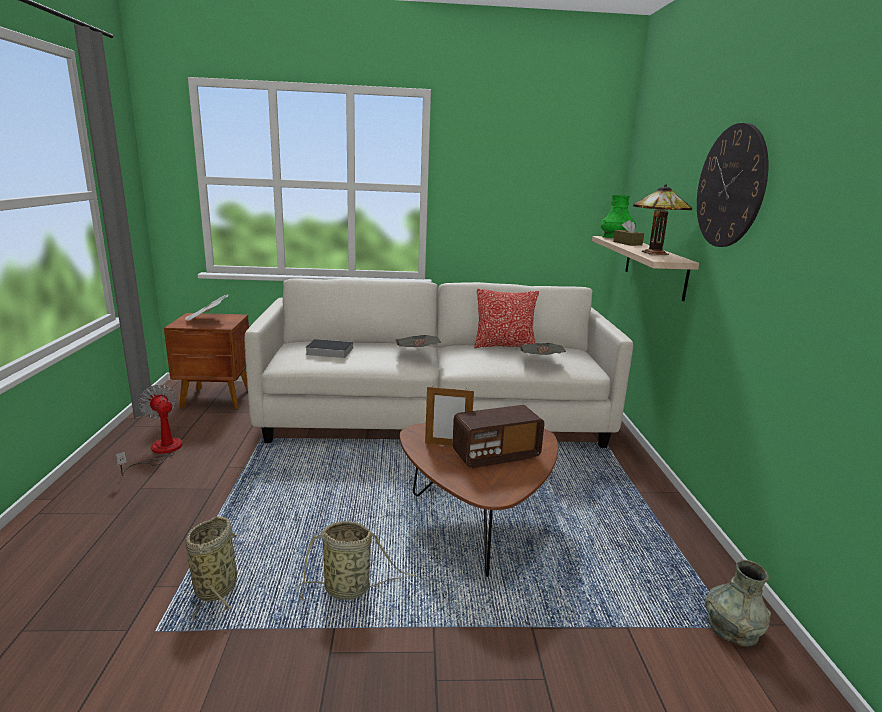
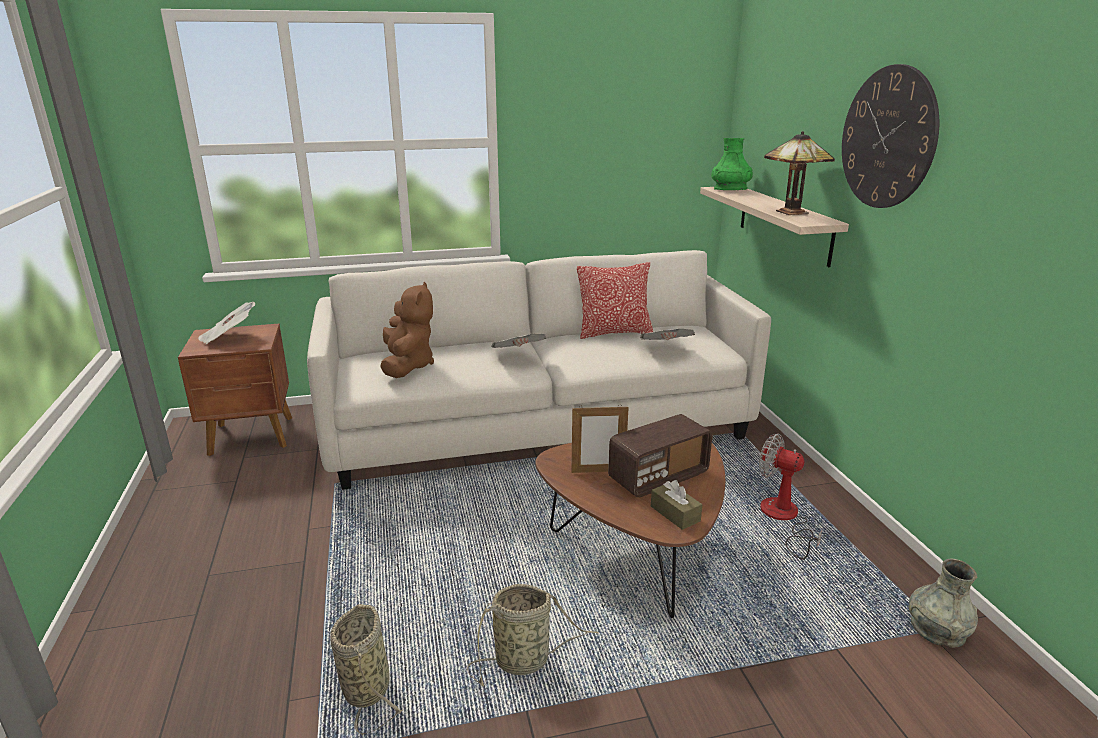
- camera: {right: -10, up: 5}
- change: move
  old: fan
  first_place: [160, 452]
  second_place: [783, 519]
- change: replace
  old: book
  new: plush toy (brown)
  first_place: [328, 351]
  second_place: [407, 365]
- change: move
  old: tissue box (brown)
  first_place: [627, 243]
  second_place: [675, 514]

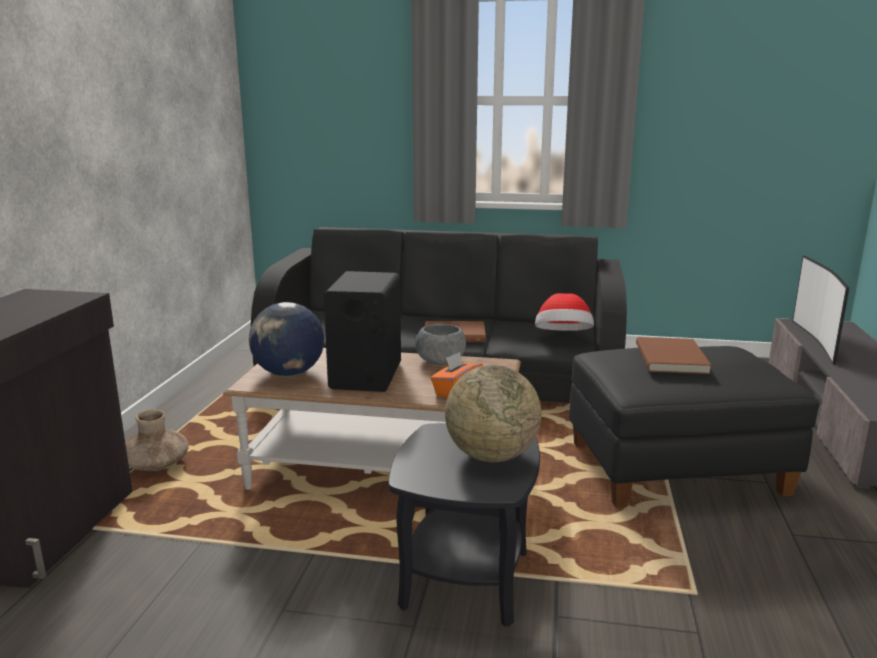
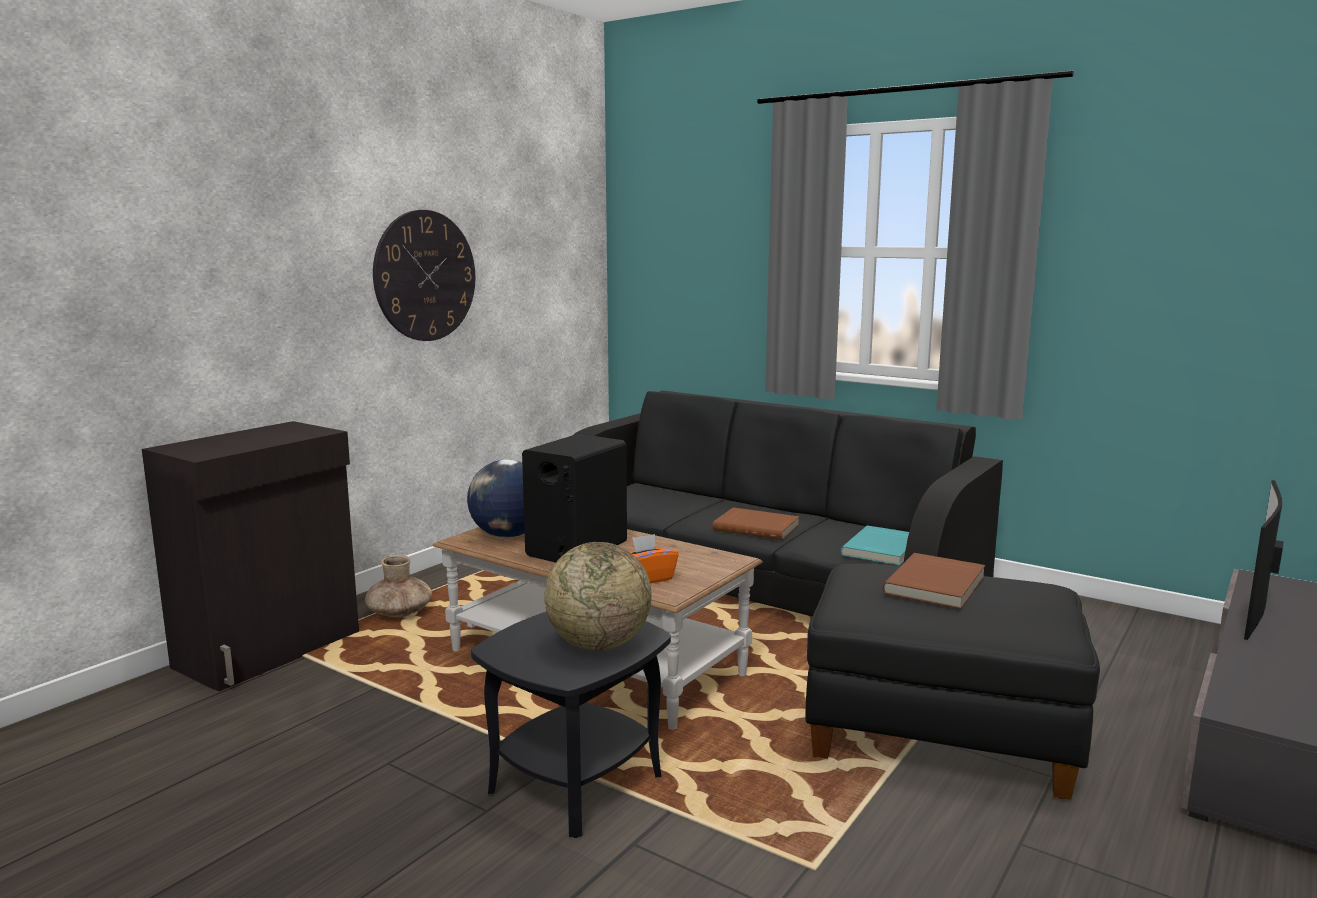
- camera: {right: 25, up: -5}
- change: delete
  old: bowl (grey)
  first_place: [441, 361]
- change: replace
  old: hat
  new: book (turquoise)
  first_place: [563, 338]
  second_place: [883, 549]
- change: insert
  new: wall clock
  second_place: [425, 276]

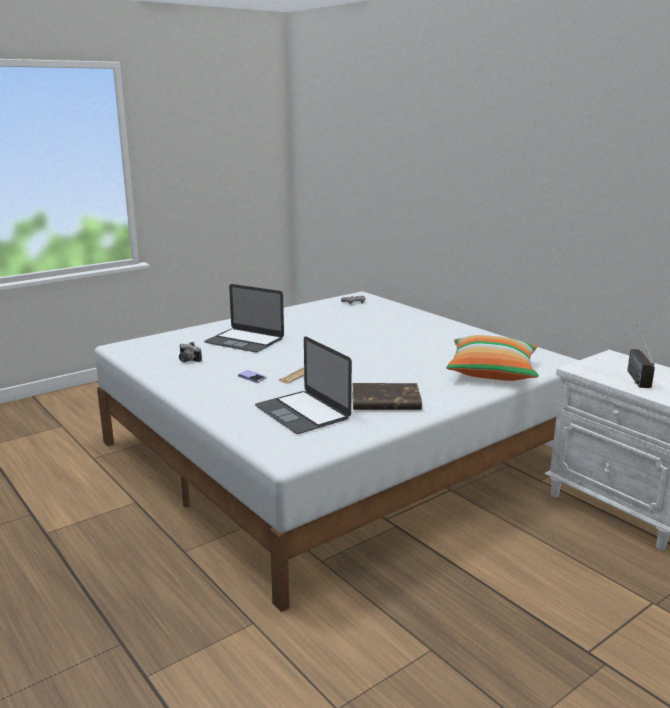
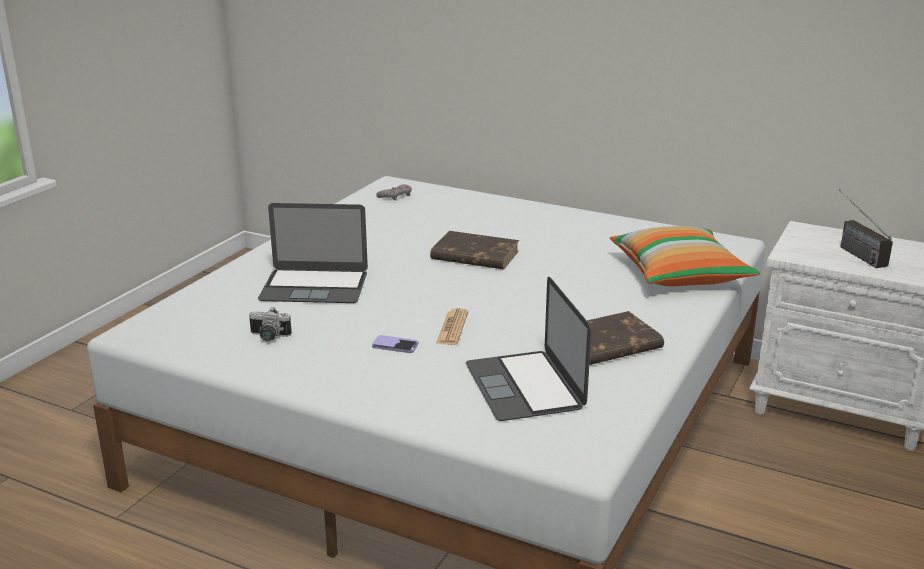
- camera: {right: -25, up: 5}
- change: rotate
  old: laptop
  first_place: [302, 412]
  second_place: [524, 386]
  degrees: 45
- change: insert
  new: book (brown)
  second_place: [474, 255]

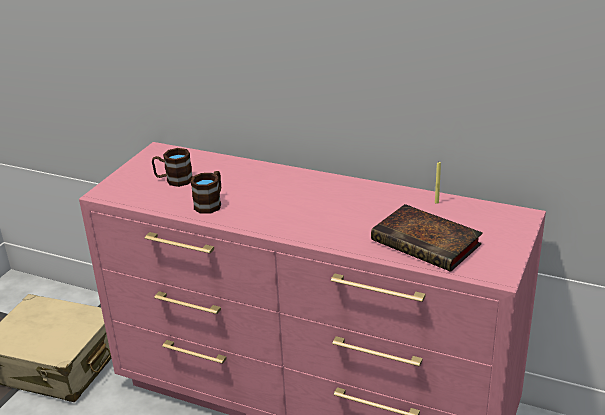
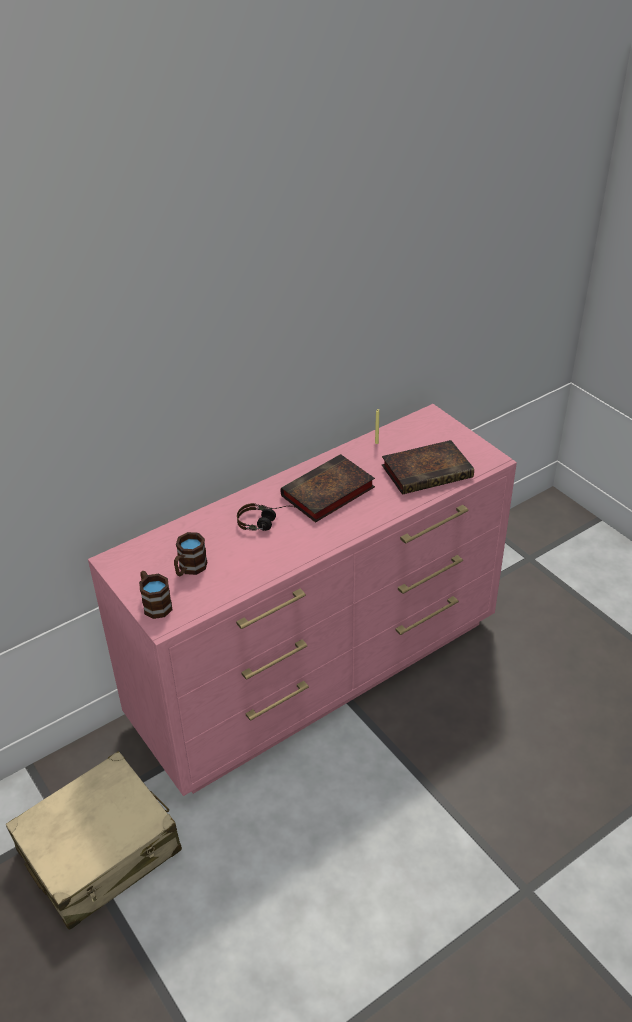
- camera: {right: -60, up: 10}
- change: move
  old: mug (brown)
  first_place: [210, 203]
  second_place: [154, 603]
- change: insert
  new: headphones
  second_place: [266, 523]
- change: insert
  new: book
  second_place: [327, 493]

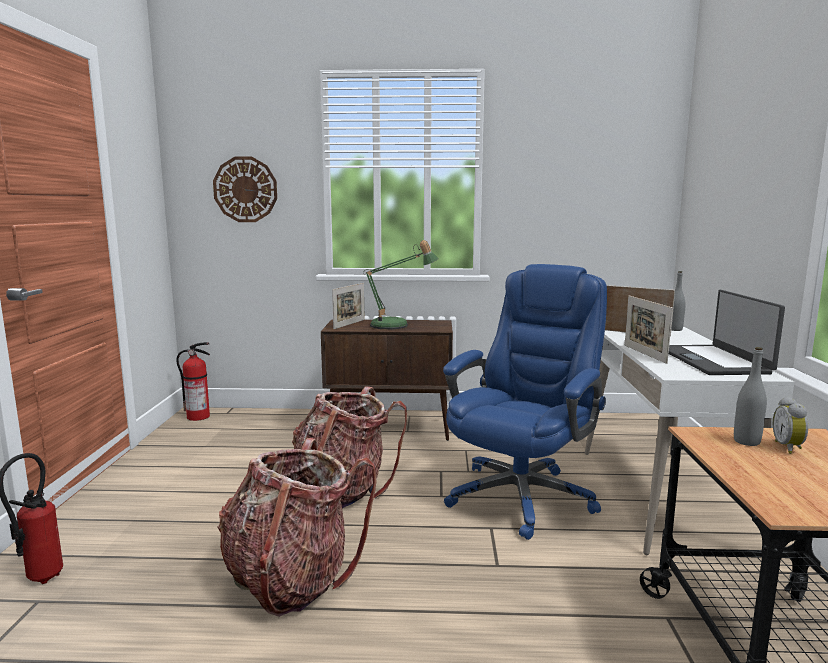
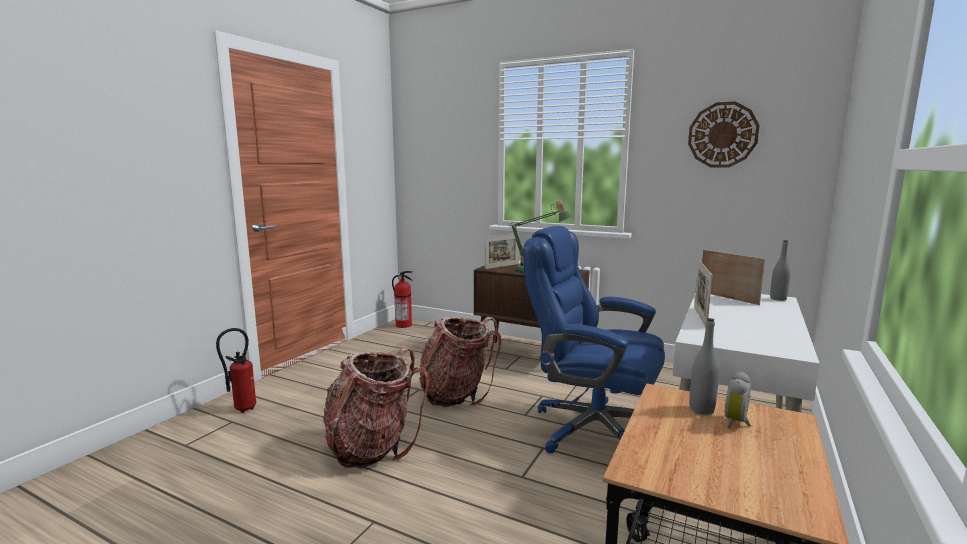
- camera: {right: 25, up: 0}
- change: move
  old: wall clock
  first_place: [245, 189]
  second_place: [722, 135]
- change: rotate
  old: office chair (blue)
  first_place: [522, 496]
  second_place: [592, 429]
  degrees: -120
- change: delete
  old: laptop
  first_place: [714, 360]

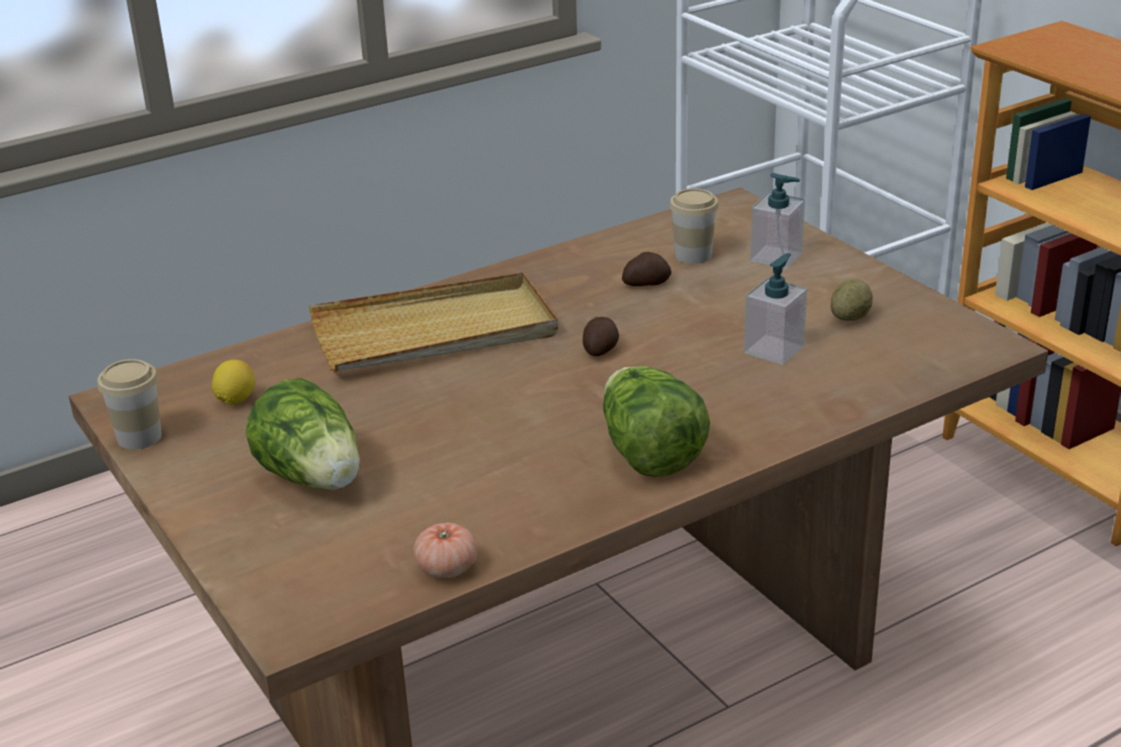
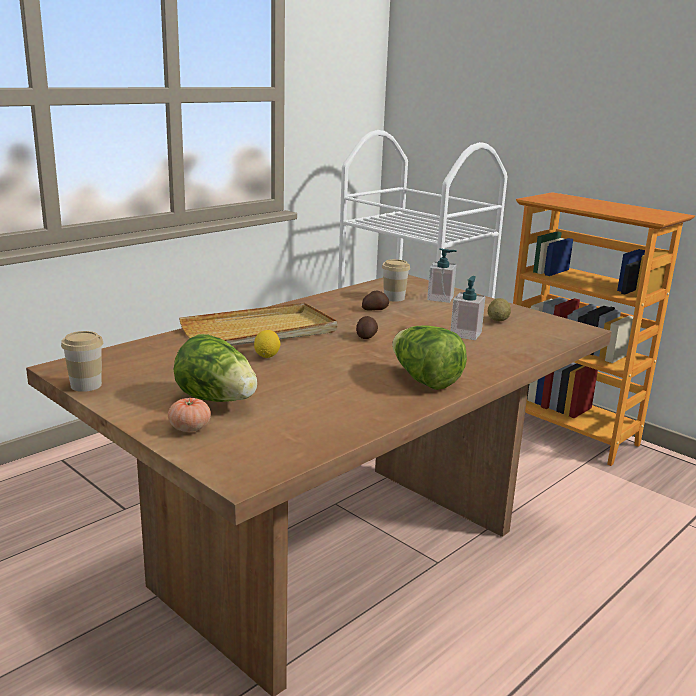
- camera: {right: -15, up: -10}
- change: move
  old: lemon
  first_place: [236, 400]
  second_place: [267, 356]
- change: move
  old: tomato
  first_place: [447, 568]
  second_place: [190, 428]

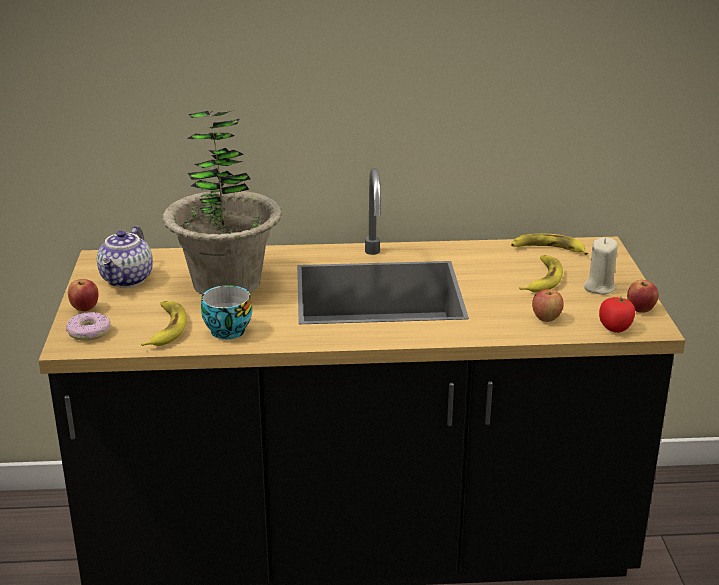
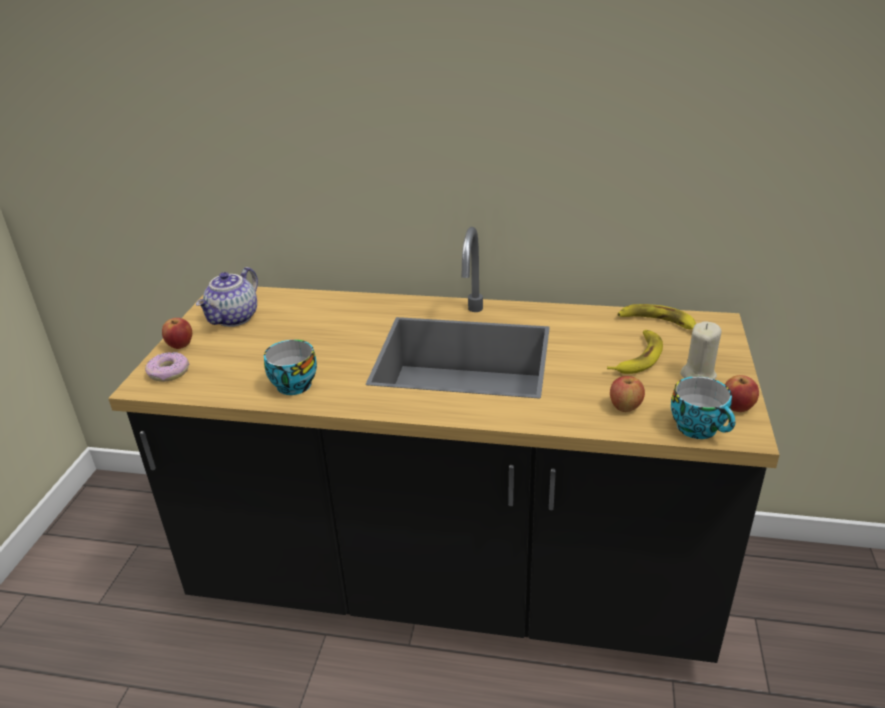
- camera: {right: 15, up: 5}
- change: delete
  old: banana
  first_place: [165, 328]
- change: delete
  old: potted plant
  first_place: [227, 283]
- change: replace
  old: tomato
  new: cup
  first_place: [615, 327]
  second_place: [700, 428]

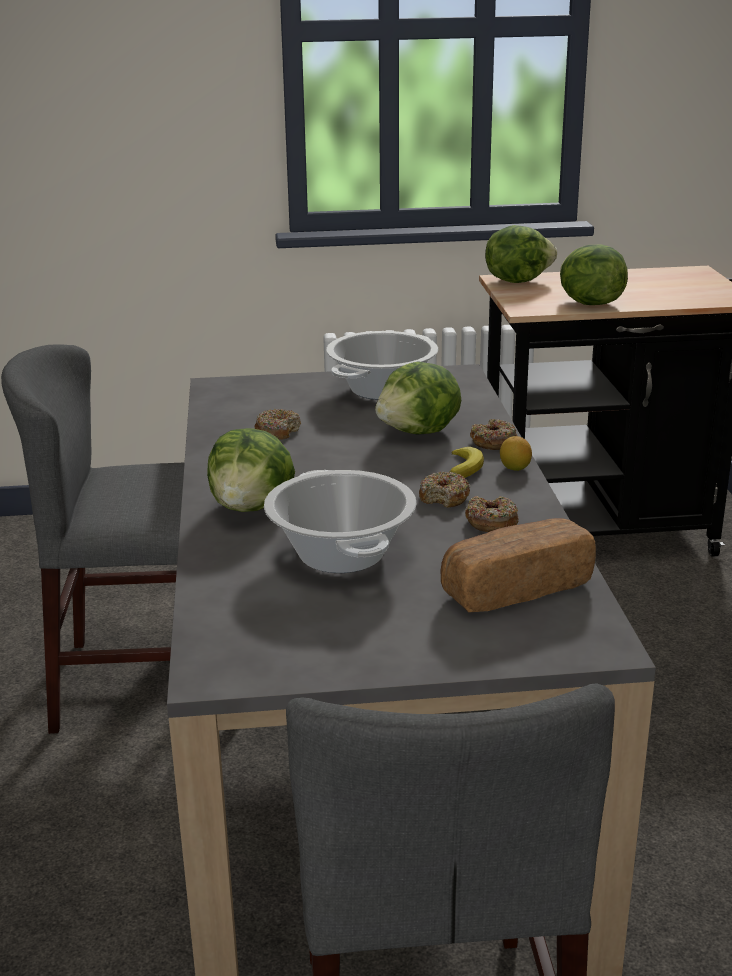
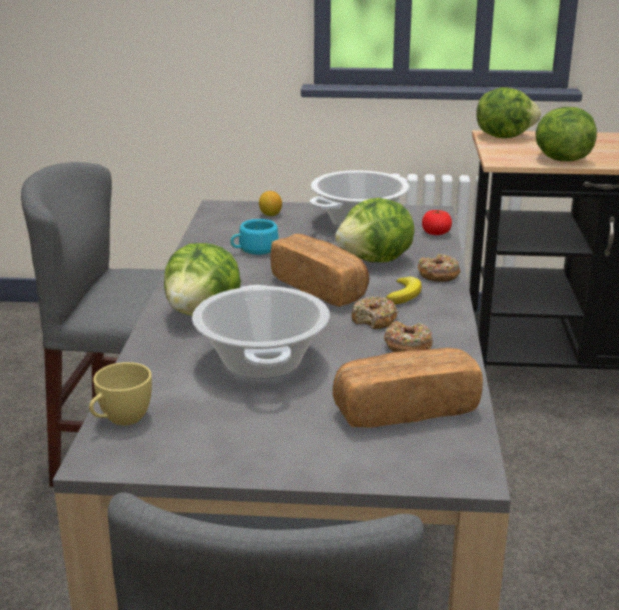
- camera: {right: 10, up: 0}
- change: replace
  old: donut
  new: cup (turquoise)
  first_place: [277, 431]
  second_place: [254, 250]
- change: move
  old: lemon
  first_place: [515, 468]
  second_place: [270, 215]
- change: insert
  new: cup (yellow)
  second_place: [120, 420]
- change: insert
  new: bread
  second_place: [320, 288]
- change: insert
  new: tomato
  second_place: [436, 233]

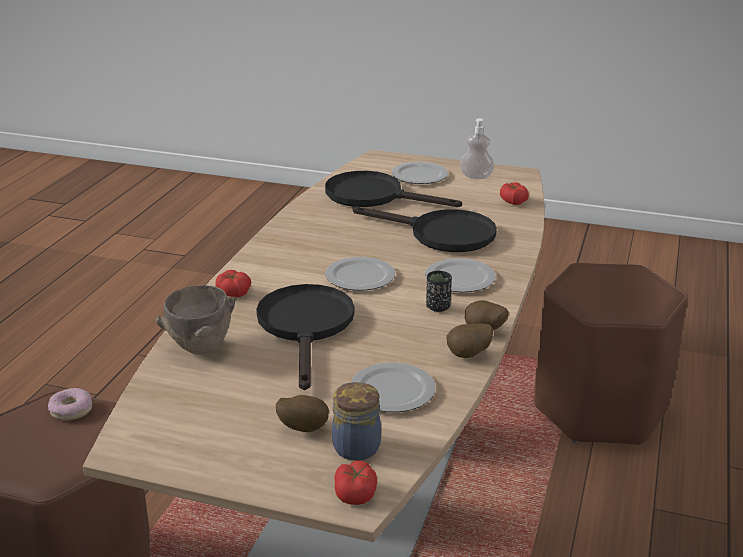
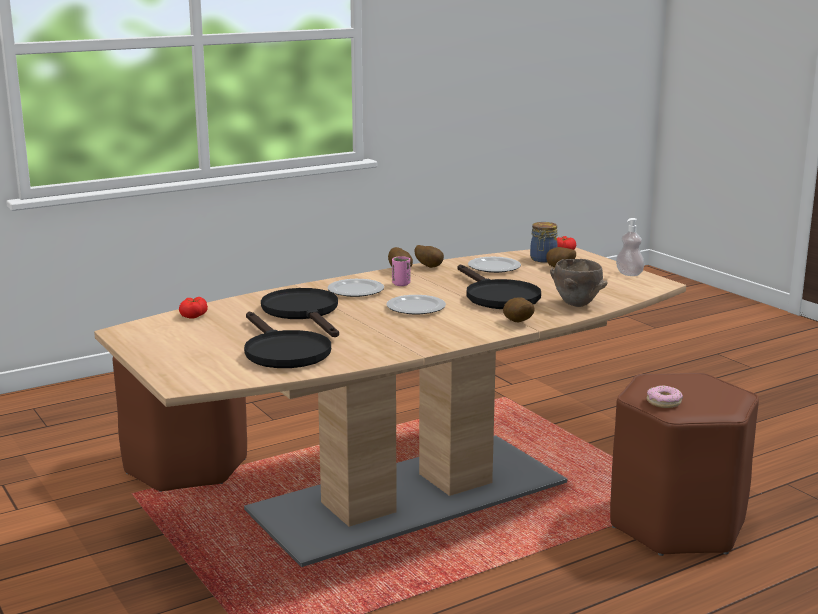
- camera: {right: -140, up: -10}
- change: replace
  old: tomato
  new: potato
  first_place: [233, 292]
  second_place: [517, 322]
- change: rotate
  old: frying pan (black)
  first_place: [306, 327]
  second_place: [497, 296]
  degrees: -60
- change: delete
  old: plate
  first_place: [419, 176]
- change: recolor
  old: cup (black)
  new: cup (pink)
  first_place: [438, 307]
  second_place: [401, 284]
- change: move
  old: soap dispenser
  first_place: [476, 176]
  second_place: [629, 274]

